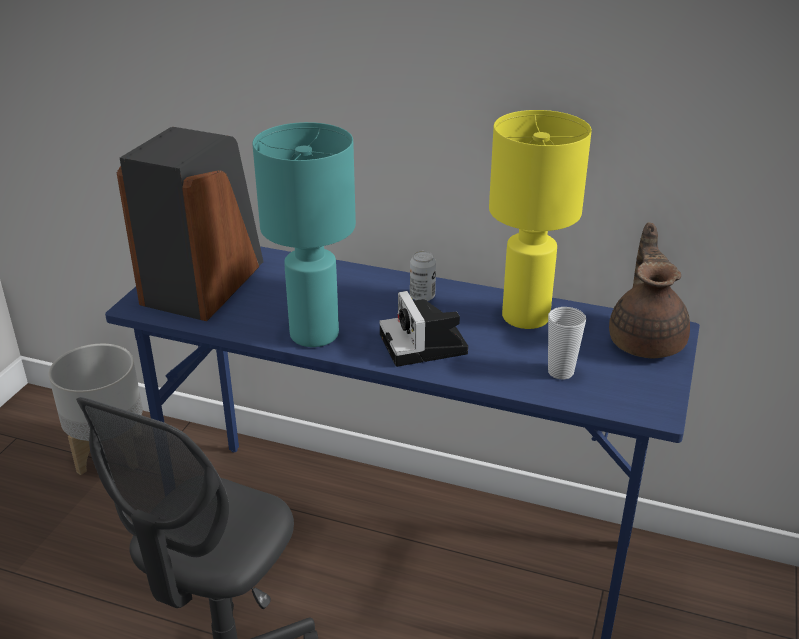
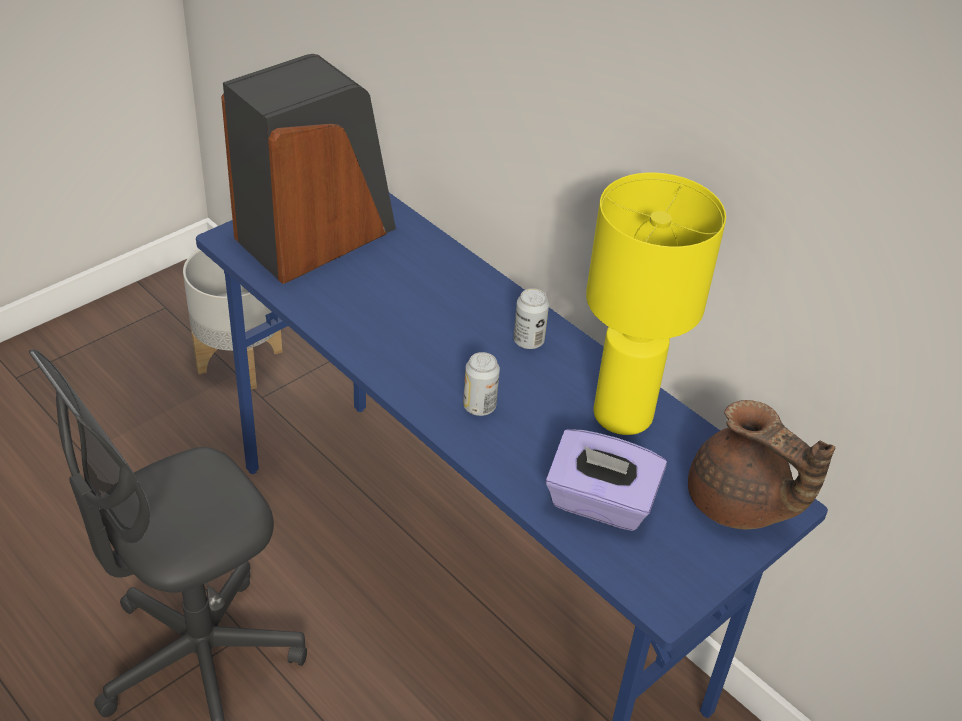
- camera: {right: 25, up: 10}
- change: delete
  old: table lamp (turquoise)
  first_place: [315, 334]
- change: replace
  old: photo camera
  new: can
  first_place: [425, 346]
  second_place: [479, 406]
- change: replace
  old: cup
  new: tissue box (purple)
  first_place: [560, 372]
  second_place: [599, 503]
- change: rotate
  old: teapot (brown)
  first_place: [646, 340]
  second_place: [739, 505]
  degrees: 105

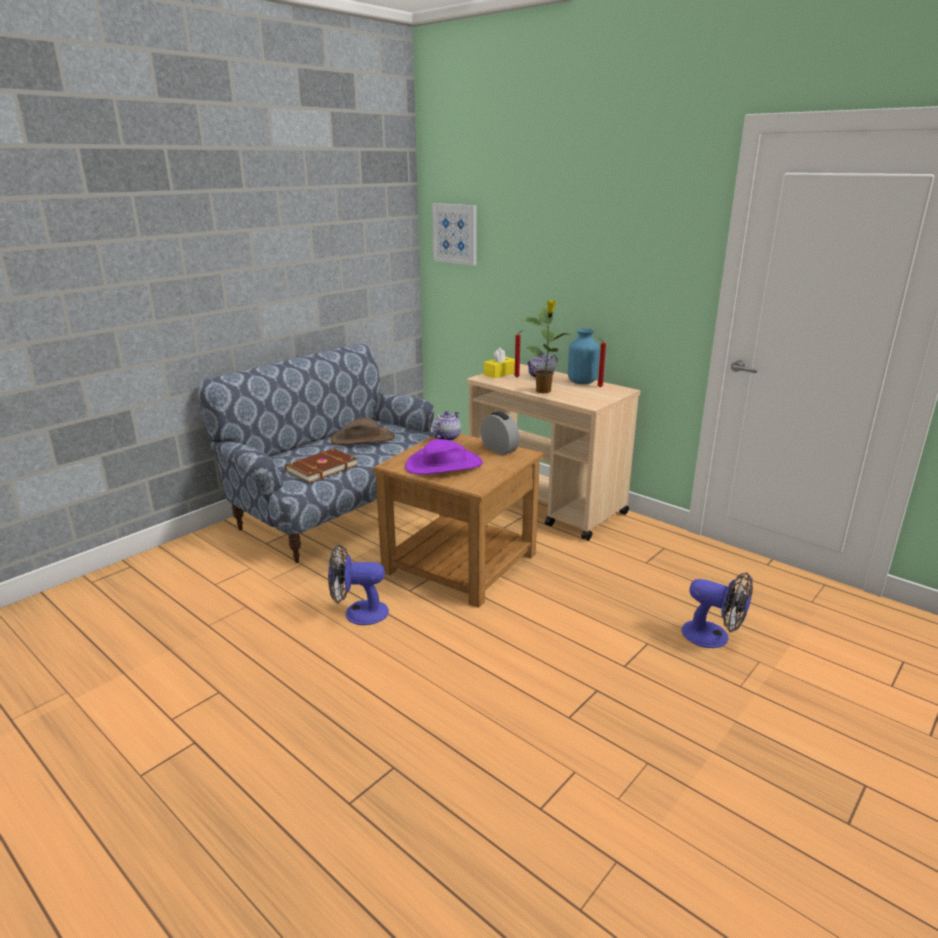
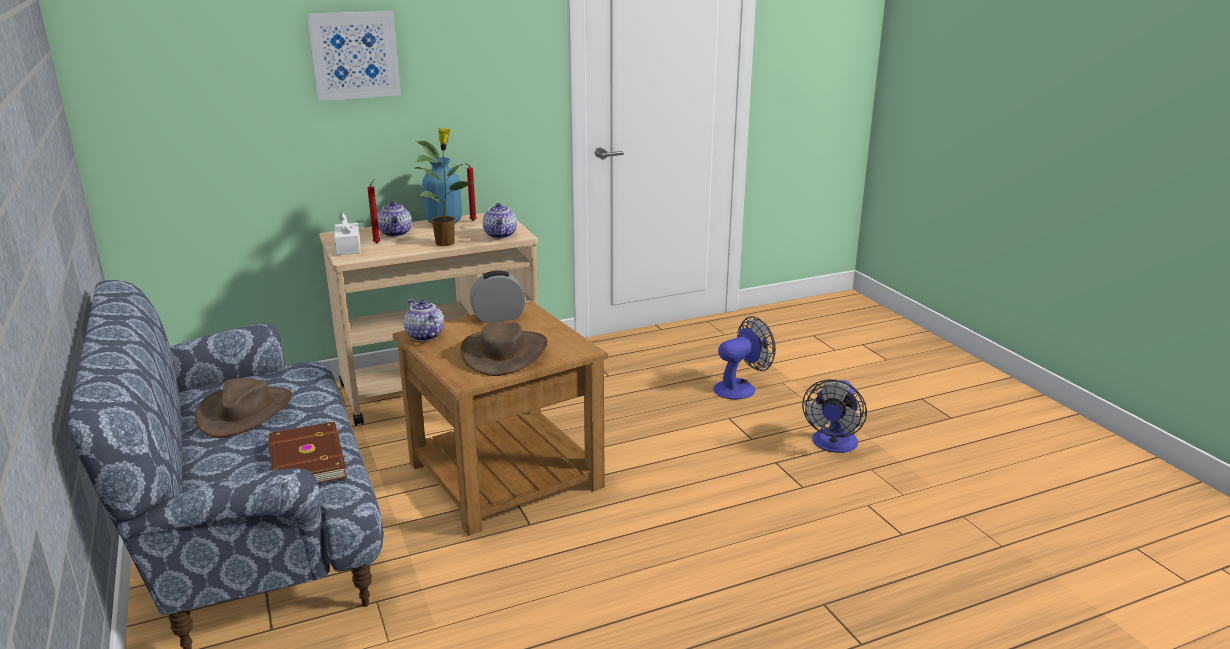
- camera: {right: -65, up: 0}
- change: move
  old: fan
  first_place: [358, 613]
  second_place: [833, 445]
- change: recolor
  old: hat (purple)
  new: hat (brown)
  first_place: [444, 465]
  second_place: [505, 353]
- change: move
  old: picture
  first_place: [455, 233]
  second_place: [354, 55]
- change: recolor
  old: tissue box (yellow)
  new: tissue box (white)
  first_place: [500, 373]
  second_place: [348, 247]
- change: insert
  new: teapot
  second_place: [501, 235]

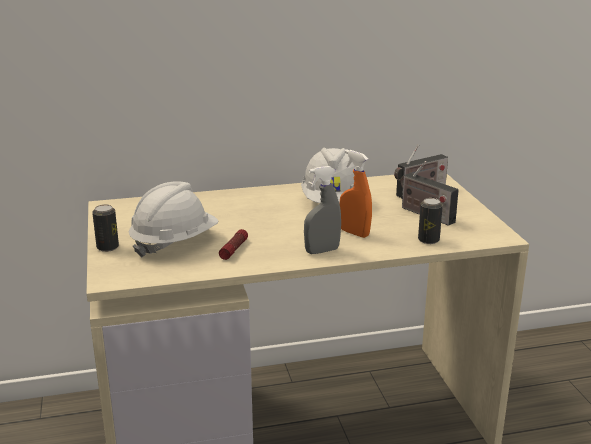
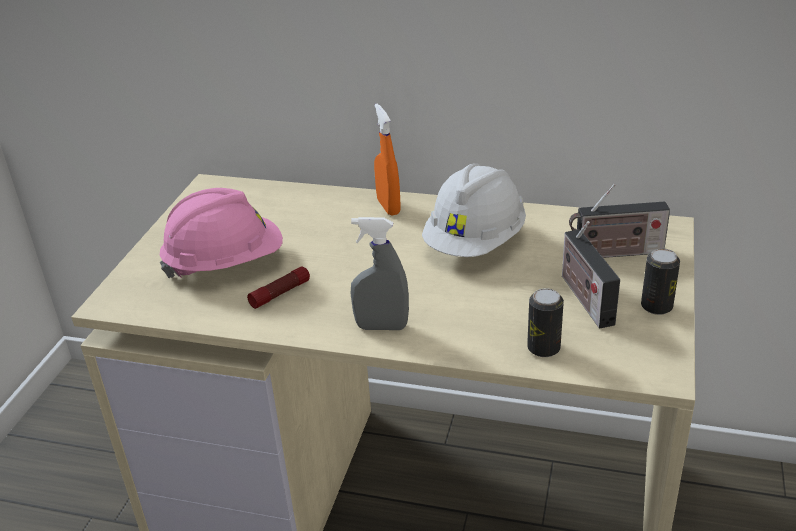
- camera: {right: 30, up: 10}
- change: move
  old: can
  first_place: [107, 247]
  second_place: [656, 306]
- change: recolor
  old: hard hat (white)
  new: hard hat (pink)
  first_place: [174, 243]
  second_place: [225, 264]
- change: move
  old: spray bottle (orange)
  first_place: [354, 233]
  second_place: [388, 207]

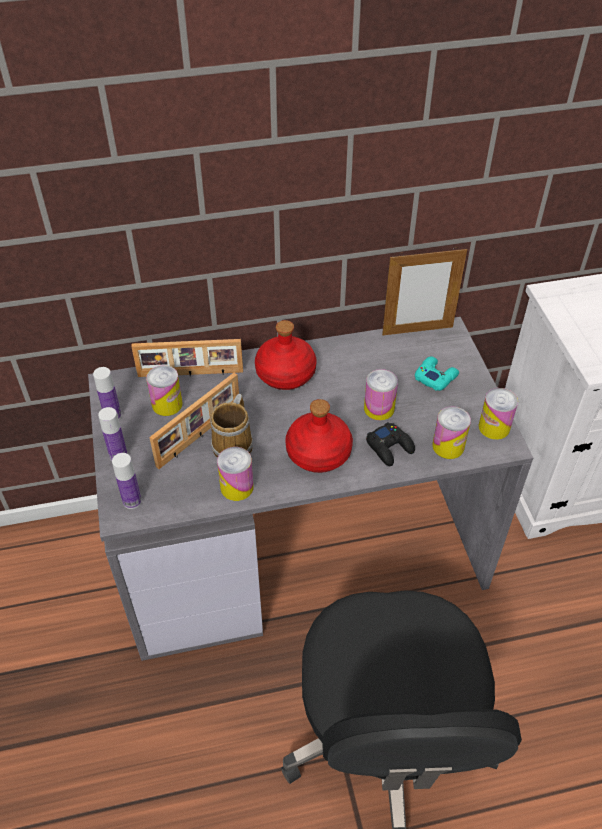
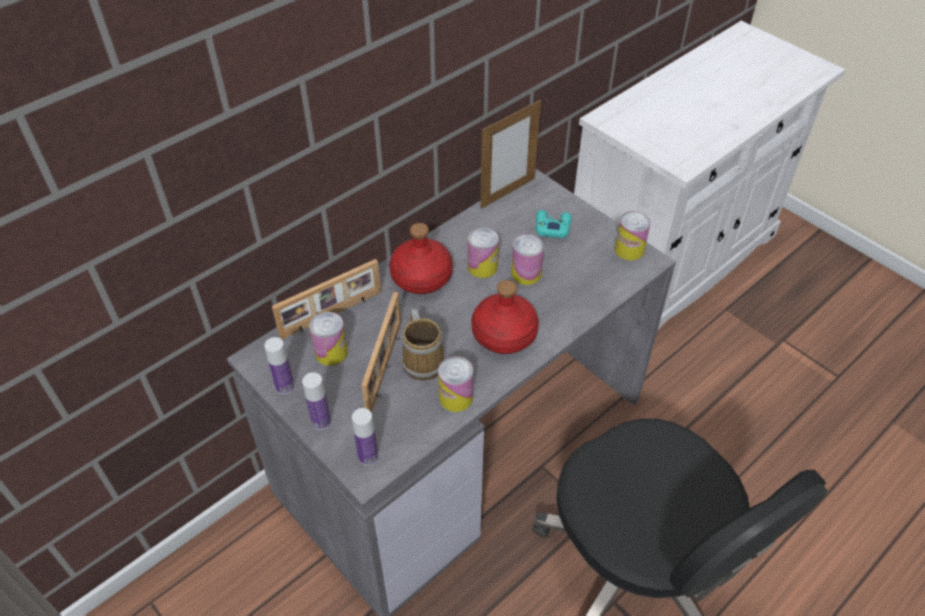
- camera: {right: -30, up: 0}
- change: delete
  old: game controller (black)
  first_place: [390, 447]
- change: move
  old: can
  first_place: [448, 446]
  second_place: [482, 267]

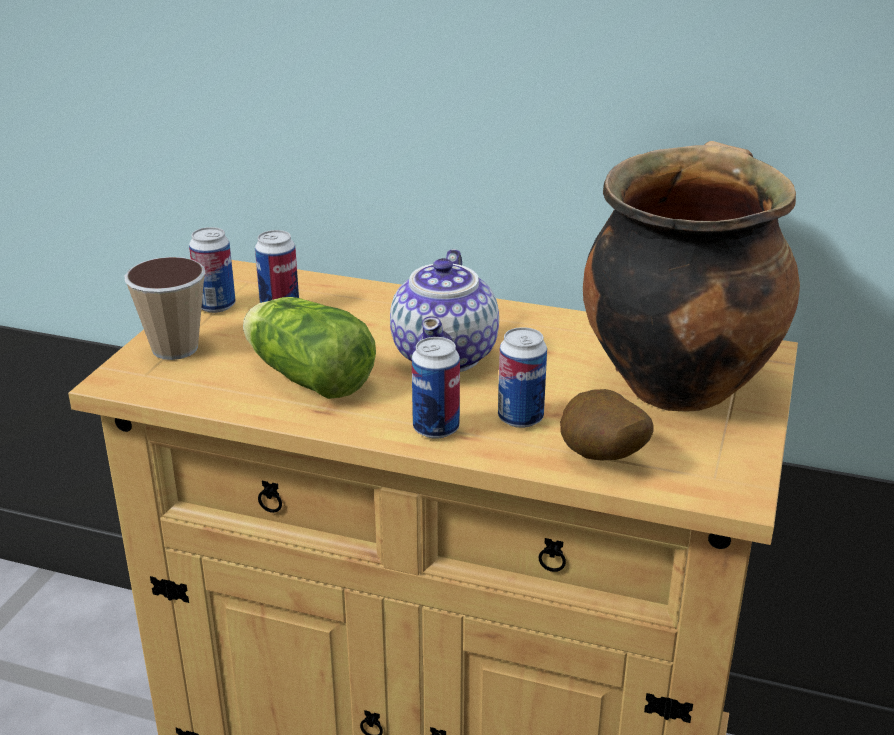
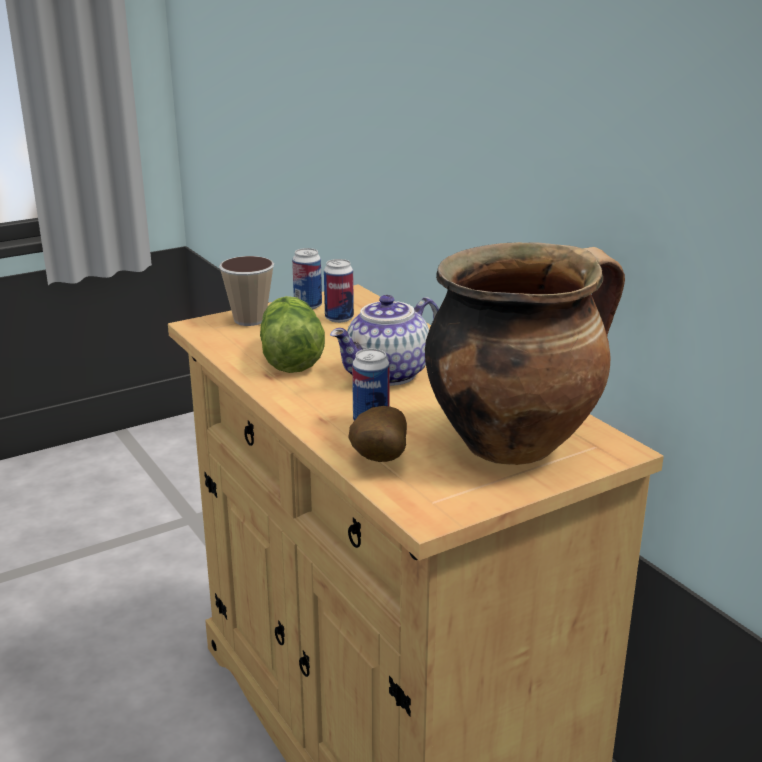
- camera: {right: 40, up: -5}
- change: delete
  old: can
  first_place: [436, 429]

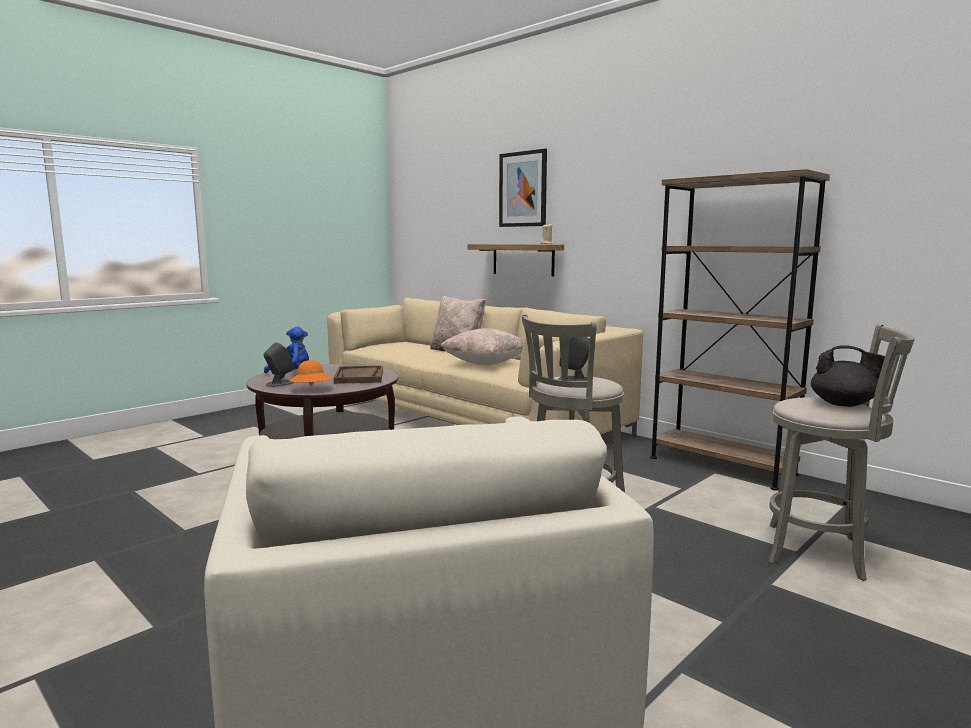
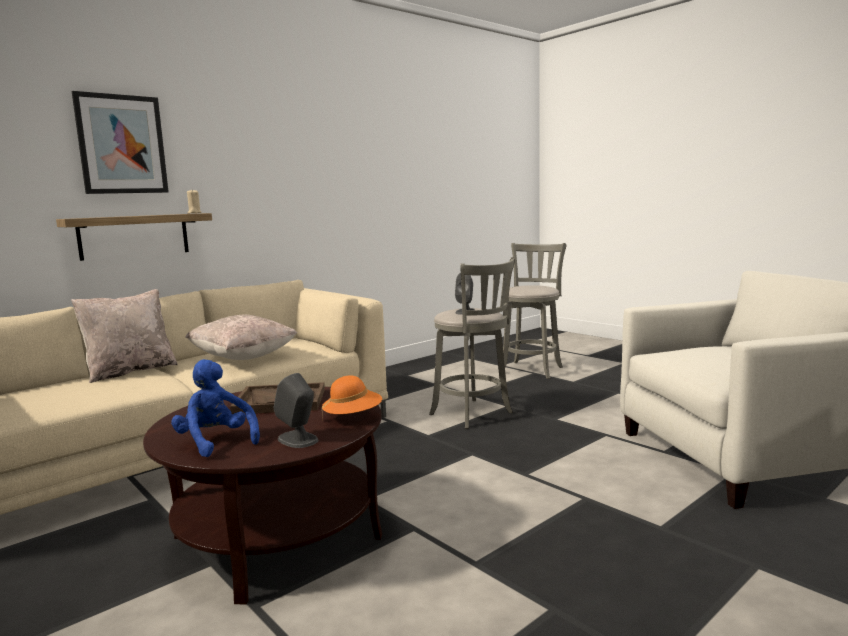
- camera: {right: -85, up: 0}
- change: delete
  old: bookcase (brown)
  first_place: [721, 465]
- change: delete
  old: teapot (black)
  first_place: [844, 404]

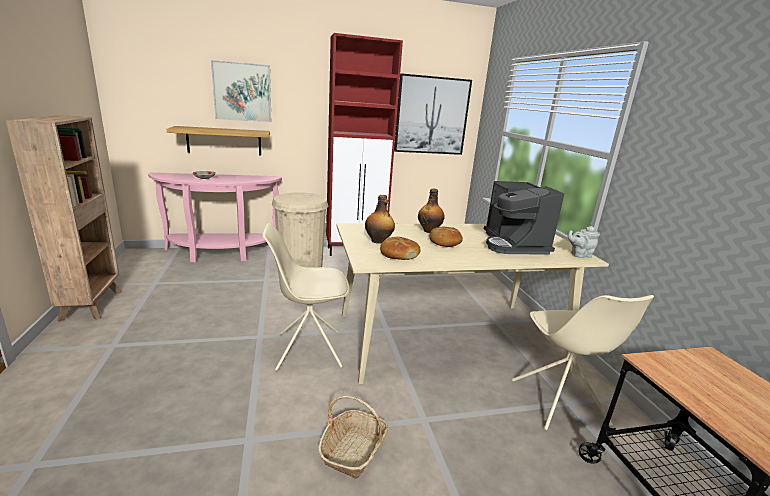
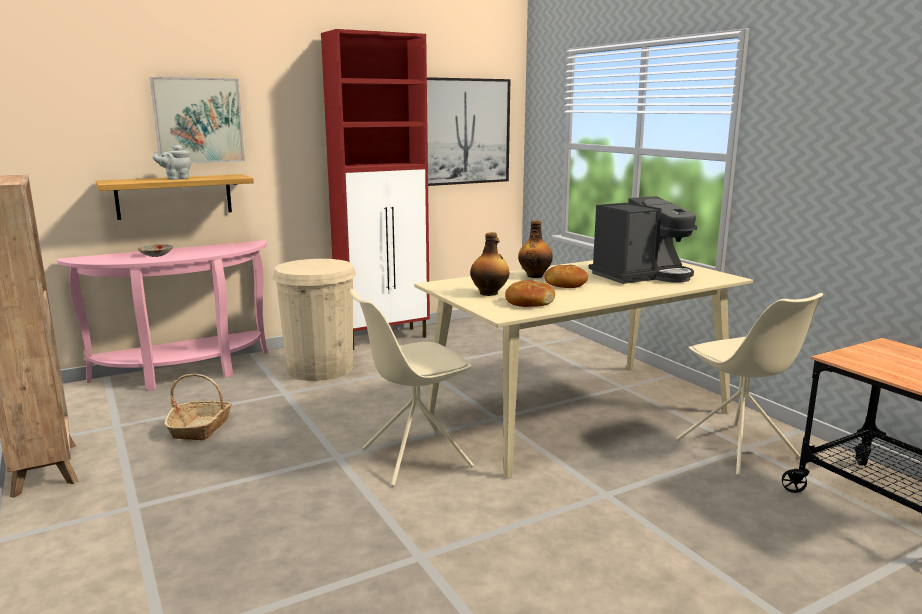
- camera: {right: -15, up: -5}
- change: move
  old: basket
  first_place: [354, 450]
  second_place: [201, 428]
- change: rotate
  old: coffee machine
  first_place: [513, 244]
  second_place: [641, 276]
  degrees: -90
- change: move
  old: teapot (grey)
  first_place: [579, 255]
  second_place: [176, 178]

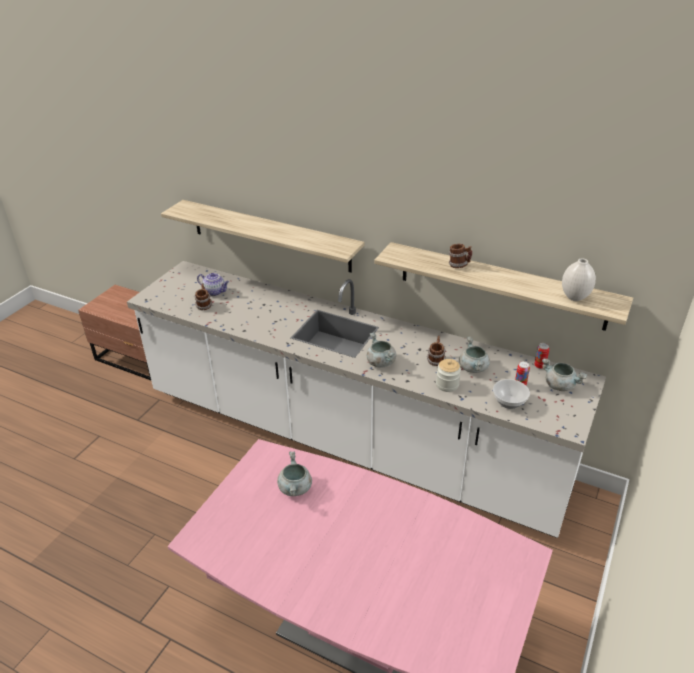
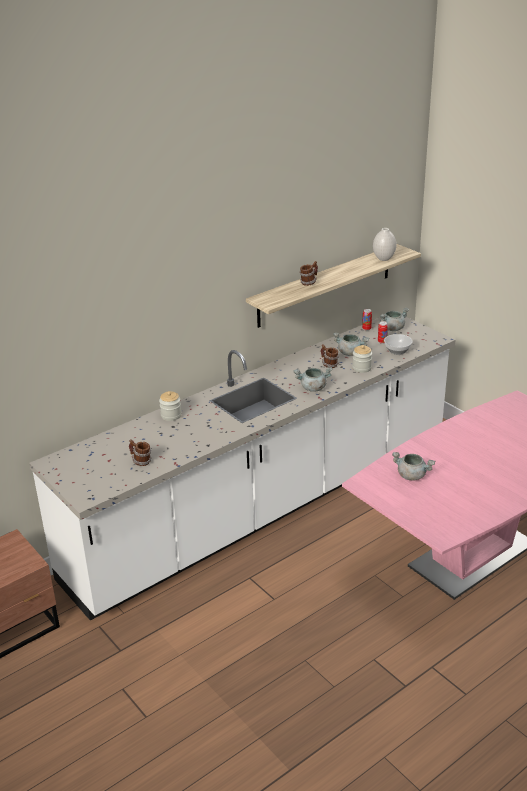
- camera: {right: -65, up: -5}
- change: delete
  old: shelf
  first_place: [269, 235]
- change: delete
  old: teapot
  first_place: [215, 292]
- change: insert
  new: jar
  second_place: [171, 415]

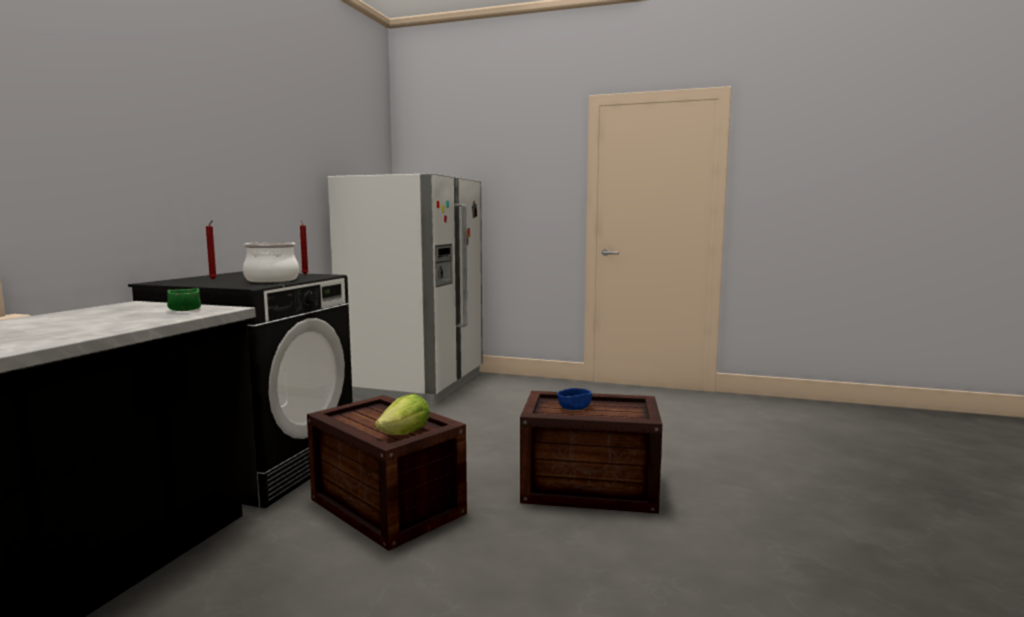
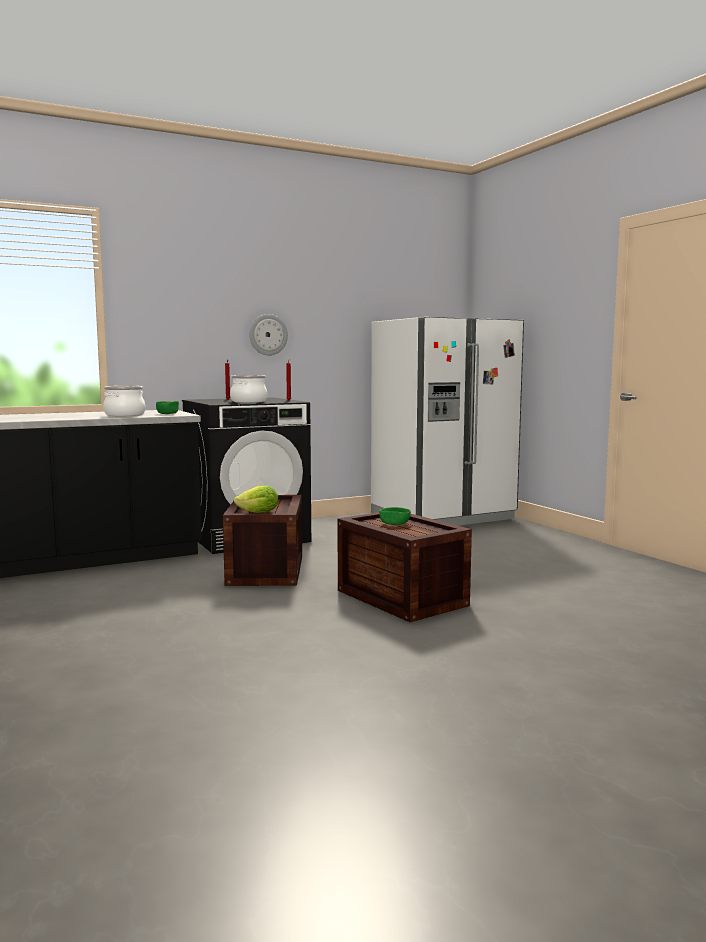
- camera: {right: 45, up: 0}
- change: recolor
  old: bowl (blue)
  new: bowl (green)
  first_place: [574, 408]
  second_place: [394, 524]
- change: insert
  new: cooking pot
  second_place: [125, 415]
- change: insert
  new: wall clock
  second_place: [268, 335]

